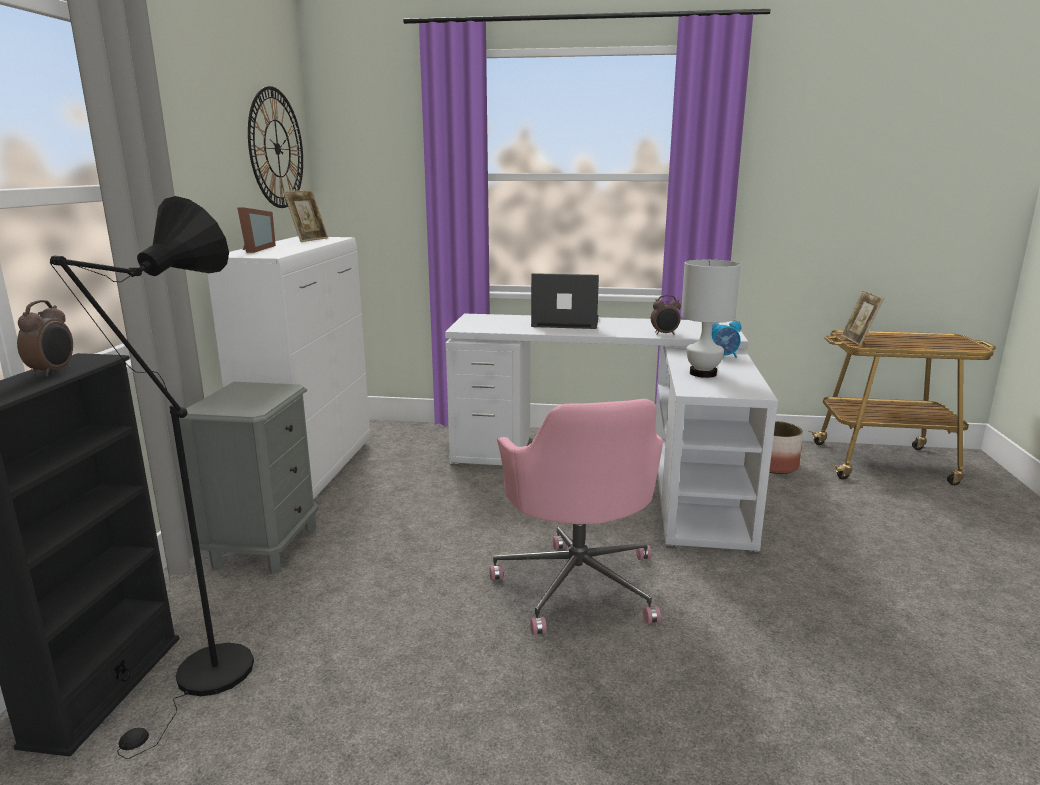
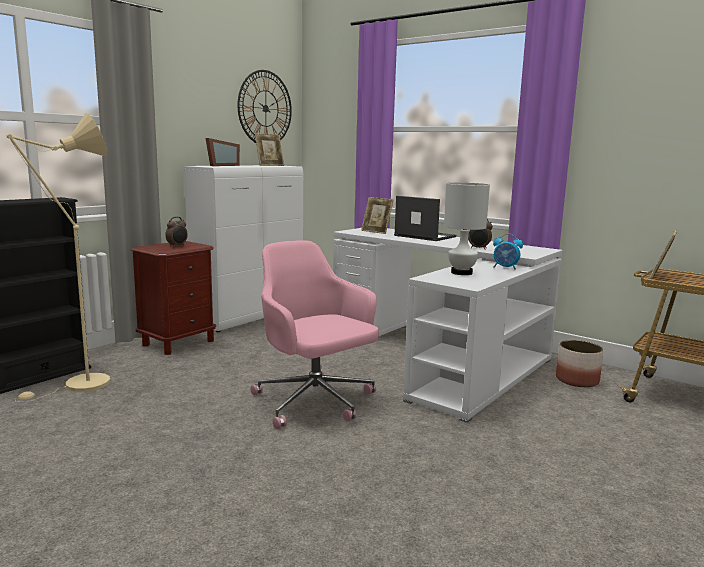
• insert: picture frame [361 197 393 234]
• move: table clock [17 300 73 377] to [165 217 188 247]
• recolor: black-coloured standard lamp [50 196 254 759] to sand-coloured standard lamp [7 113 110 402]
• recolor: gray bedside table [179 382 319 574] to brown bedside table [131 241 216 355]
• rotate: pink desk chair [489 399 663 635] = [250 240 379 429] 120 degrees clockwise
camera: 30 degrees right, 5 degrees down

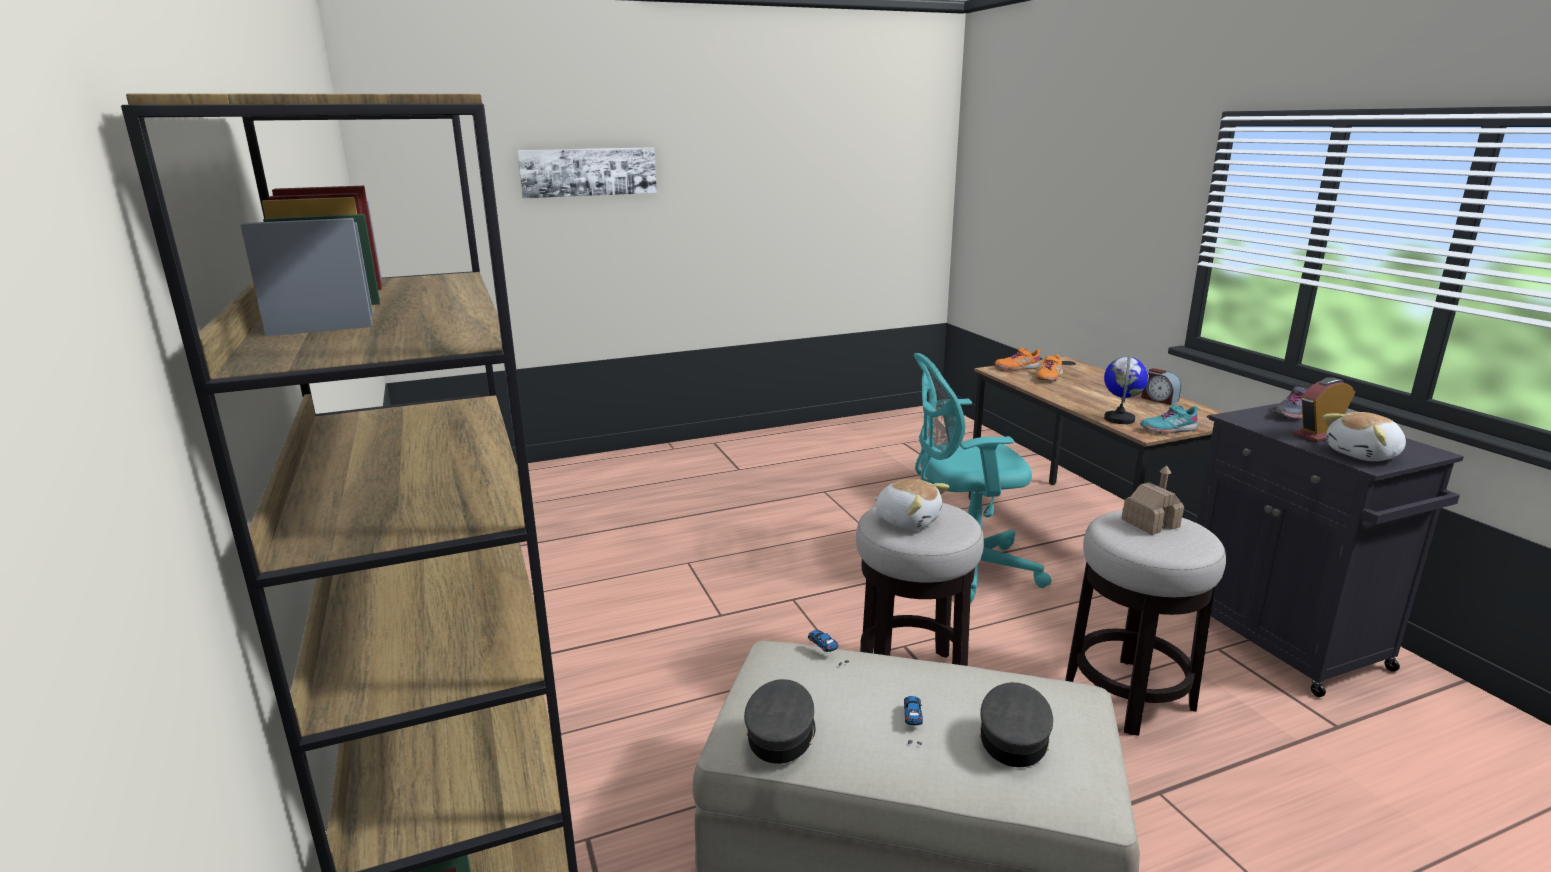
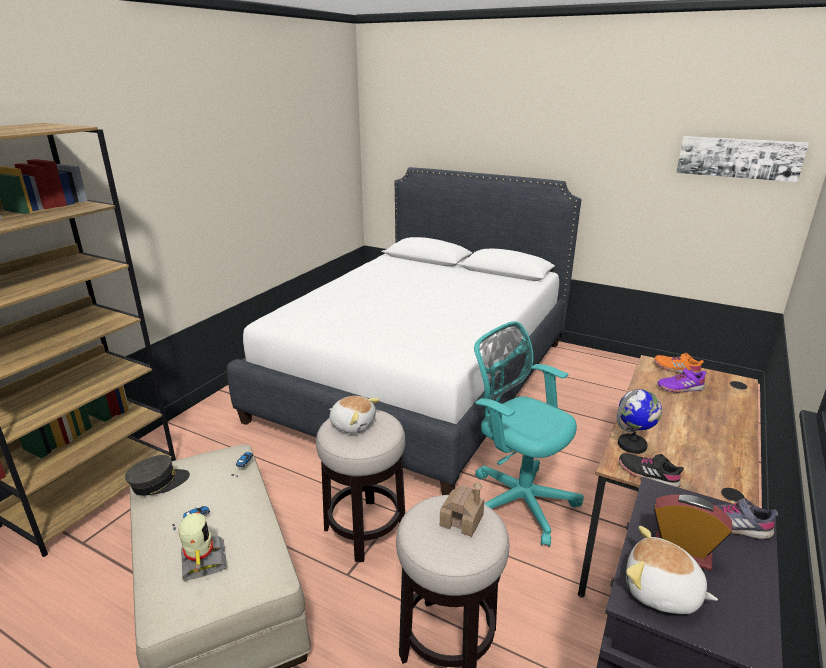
• delete: table clock [1141 368 1181 405]
• insert: whitish sleeping bed [227 167 581 495]
• move: wall art [517 147 657 199] to [676 136 809 182]
• replace: gray baseball cap [979 682 1053 767] to robot figure [178 512 227 581]
• recolor: orangey item of footwear [1036 354 1063 381] to purplish item of footwear [657 368 706 393]
• recolor: turquoise-coloured item of footwear [1140 404 1198 434] to black-coloured item of footwear [619 453 684 487]
• rotate: plush toy [874 479 949 530] = [329 396 380 434] 60 degrees counterclockwise
camera: 50 degrees right, 5 degrees up

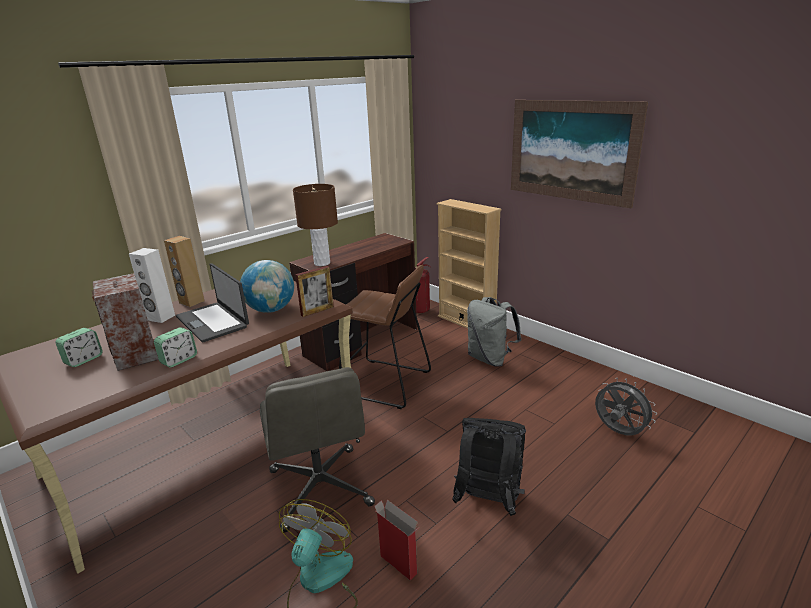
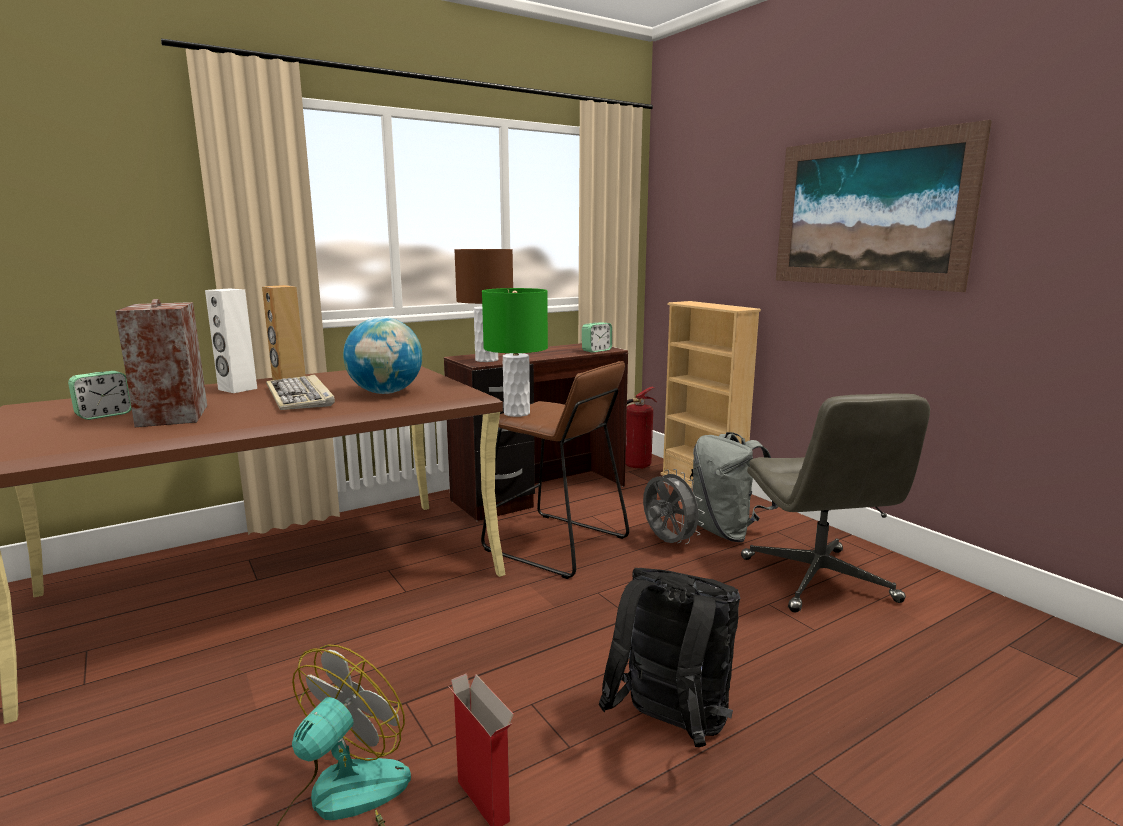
• delete: picture frame [295 266 334 317]
• insert: green-coloured tabletop lamp [482 288 548 417]
• move: table clock [154 327 197 367] to [582 322 612 353]
• move: gray desk chair [260 367 375 533] to [741 394 930 612]
• move: gray fan [595 378 657 435] to [643 469 705 544]
• replace: laptop [176 263 249 342] to computer keyboard [266 375 335 410]
camera: 10 degrees right, 10 degrees down

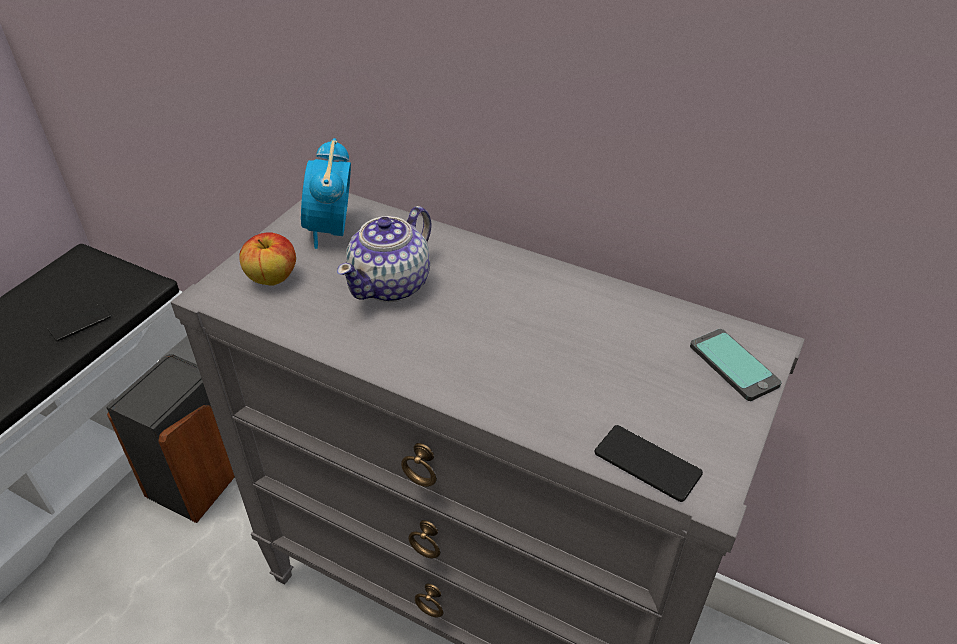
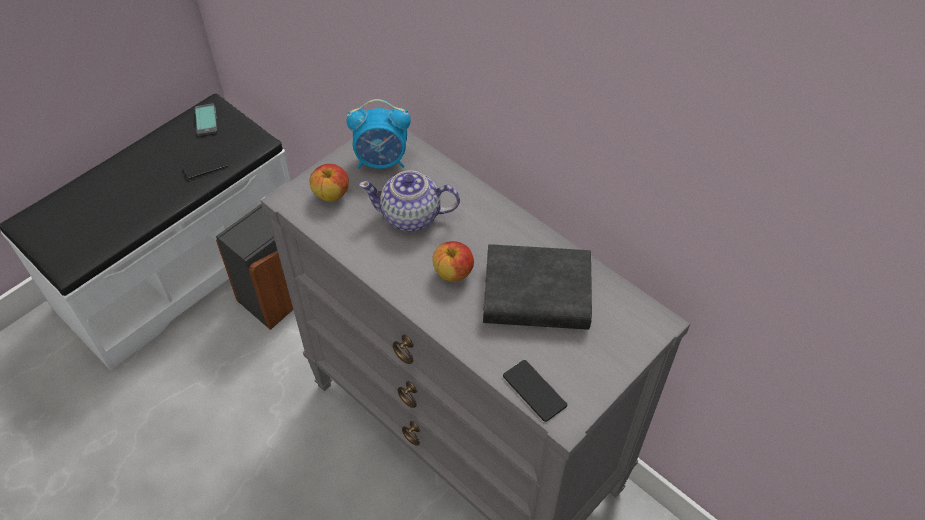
• insert: apple fruit [432 241 474 282]
• insert: black-coloured bound book [483 244 592 330]
• move: phone [690 329 782 401] to [195 104 218 136]
• rotate: table clock [301 138 351 249] = [347 99 411 169] 105 degrees counterclockwise
• rotate: tea pot [337 206 432 302] = [359 170 460 231] 45 degrees clockwise
camera: 15 degrees right, 10 degrees up

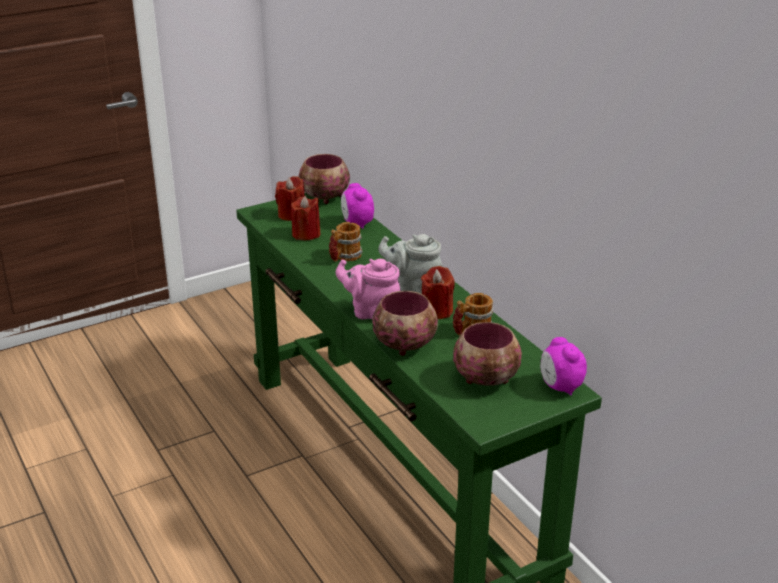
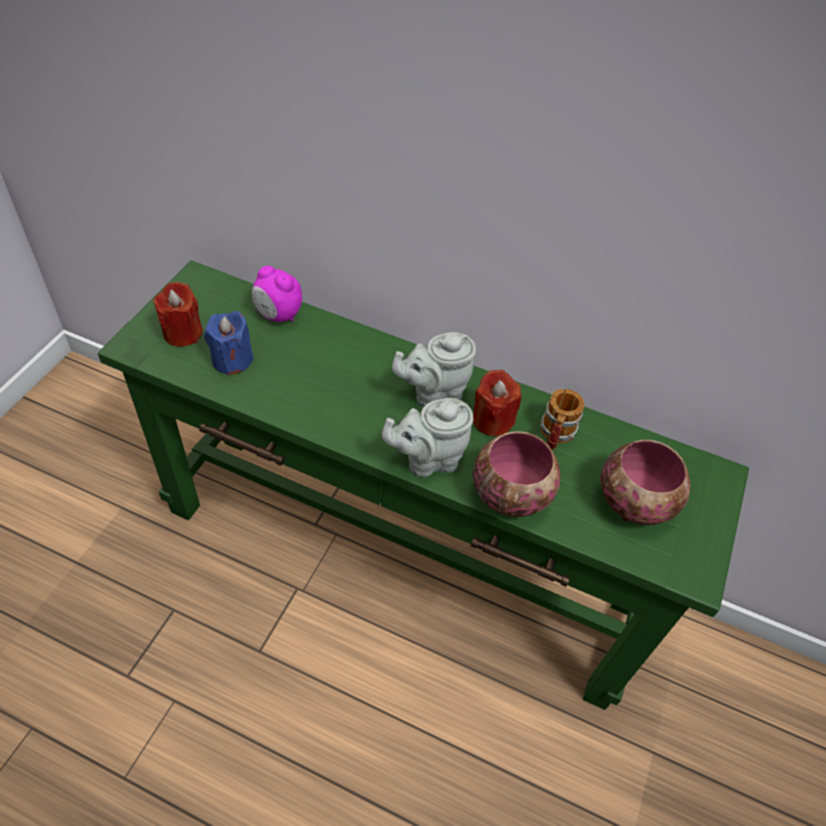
• delete: bowl [298 154 350 204]
• delete: tea mug [329 222 363 262]
• delete: table clock [540 337 587 396]
• recolor: reddish candle [291 196 321 240] to blue candle [204 311 254 376]
• recolor: pink tea pot [335 259 401 319] to gray tea pot [382 398 473 477]
camera: 40 degrees left, 20 degrees up

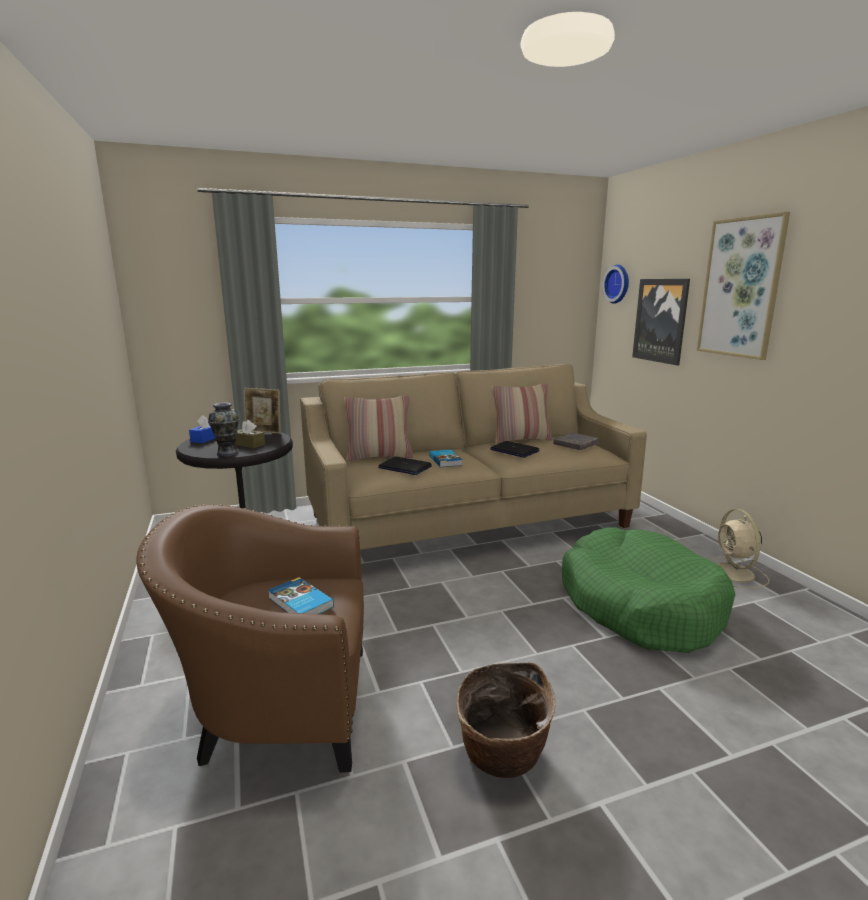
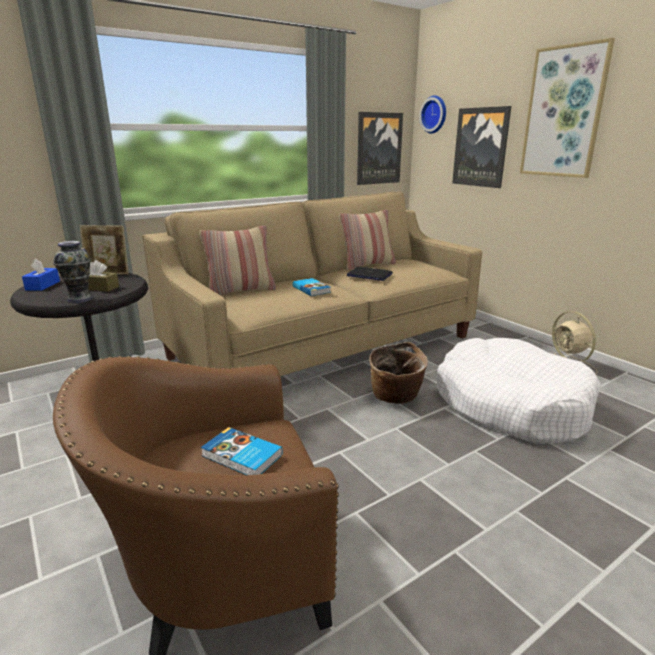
• delete: laptop [378 457 432 475]
• delete: gray bound book [553 433 599 450]
• insert: wall art [357 112 403 185]
• move: storage basket [456 662 556 778] to [369 342 428 404]
• recolor: green-coloured pet bed [562 527 735 653] to whitish pet bed [437 338 601 444]
camera: 15 degrees left, 5 degrees up

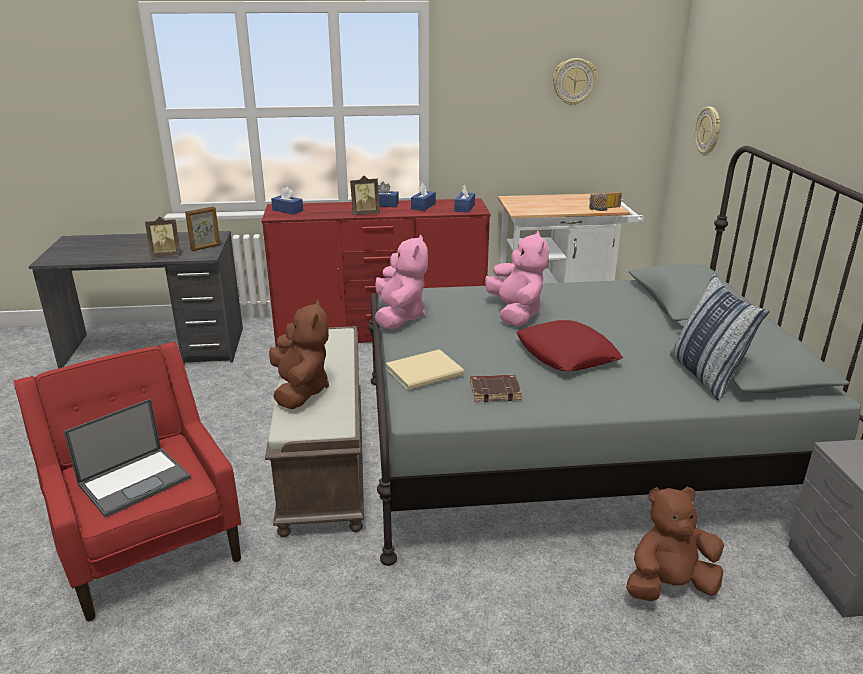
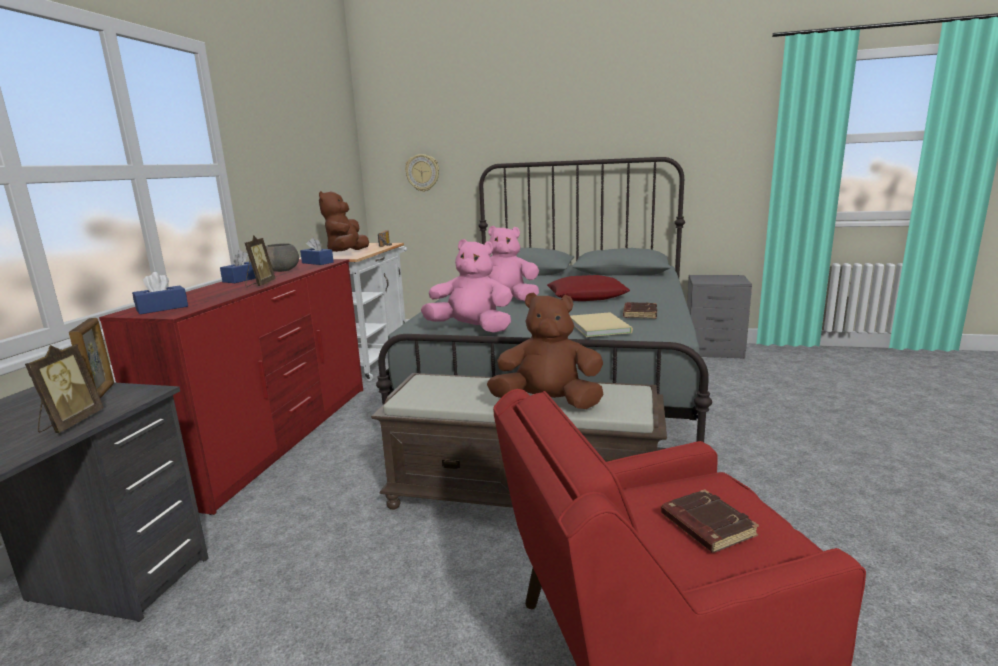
• delete: wall clock [553 58 597 106]
• delete: pillow [670 273 770 400]
• move: brown plush toy [626 487 724 601] to [319 191 369 252]
• replace: laptop [64 398 191 518] to brown bound book [661 489 759 553]
• replace: blue tissue holder [411 183 436 211] to gray bowl [266 243 299 272]
camera: 70 degrees left, 10 degrees down

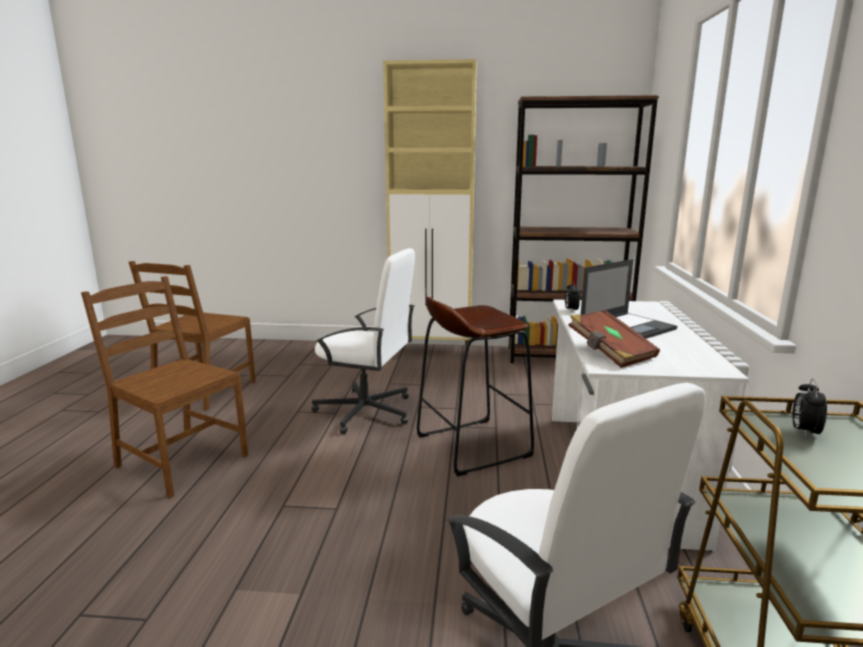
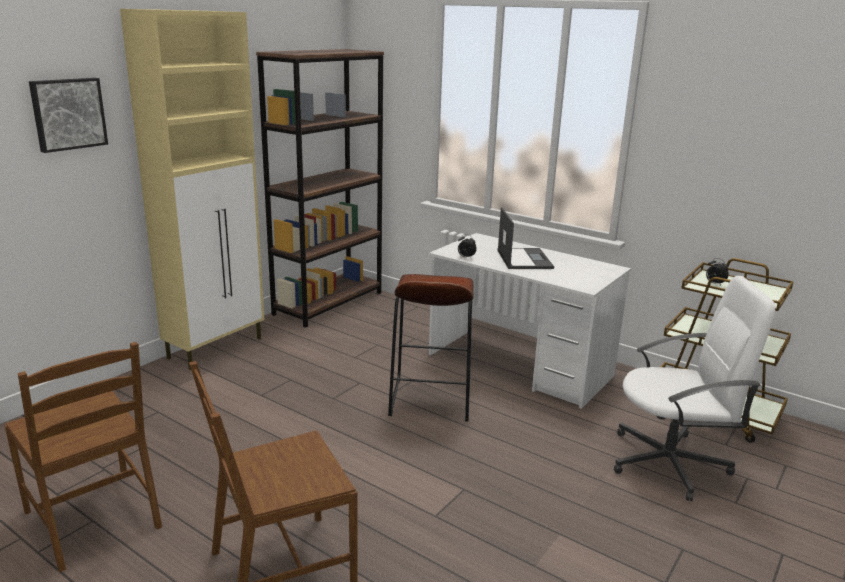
• delete: whitish desk chair [311 248 415 434]
• delete: brown bound book [568 310 660 368]
• insert: wall art [29 78 108 153]
camera: 60 degrees left, 5 degrees up

